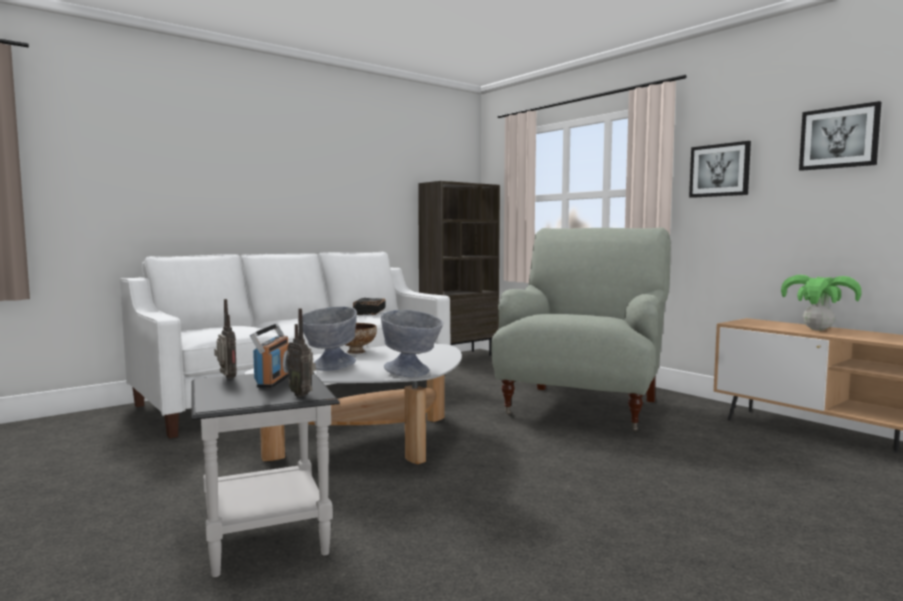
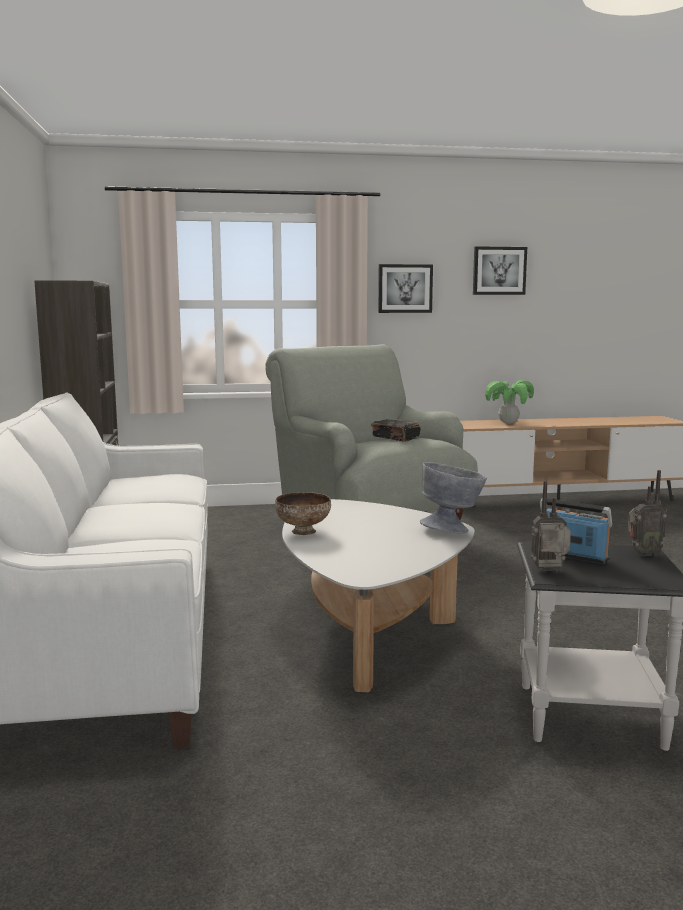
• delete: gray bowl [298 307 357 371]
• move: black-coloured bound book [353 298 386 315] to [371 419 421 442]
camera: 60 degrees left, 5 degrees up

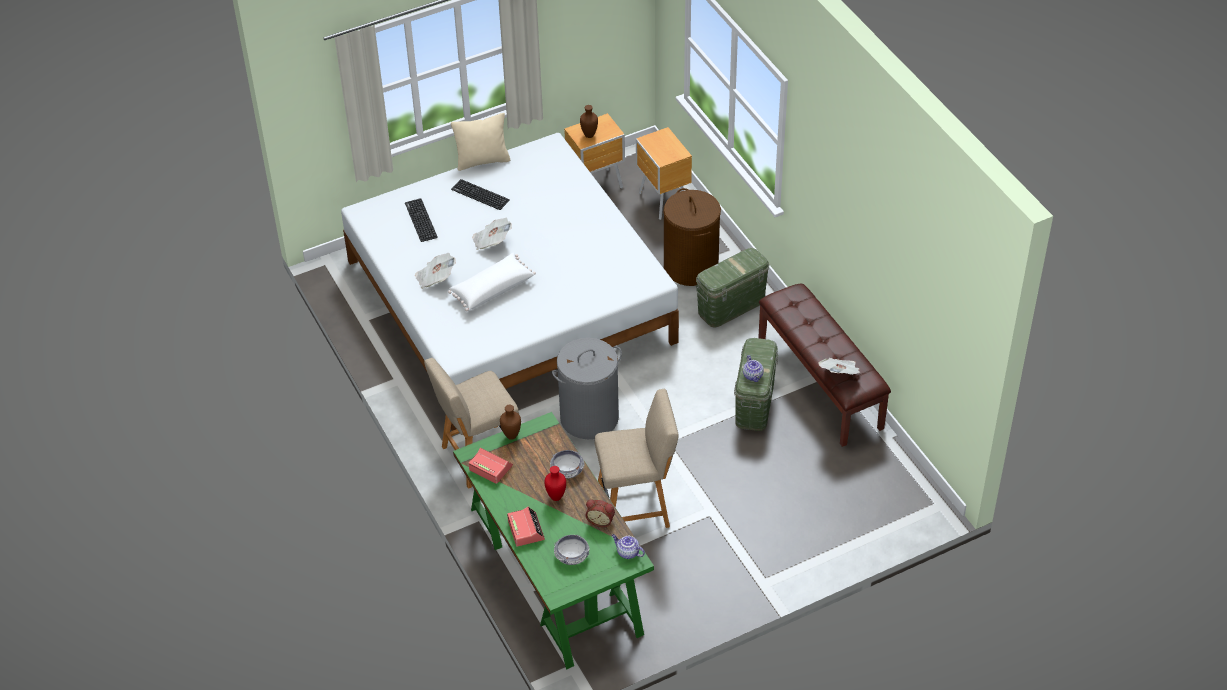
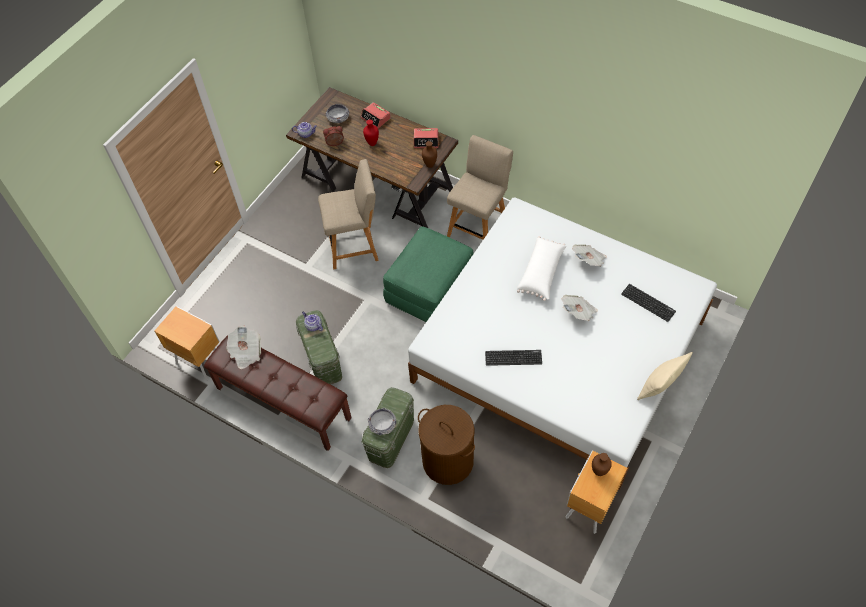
• move: computer keyboard [451 179 510 210] to [485 350 542 366]
• move: bowl [550 450 584 478] to [367 408 397 435]
• move: brown bedside table [636 127 692 220] to [154 306 220 381]
• replace: gray washing basket [552 338 622 439] to green-coloured footrest [383 227 474 322]
• recolor: green-coloured desk unit [453 412 654 669] to brown desk unit [286 87 458 228]
• rotate: sand-coloured chair [594 389 679 528] = [318 159 379 269] 150 degrees counterclockwise
camera: 150 degrees right, 10 degrees up

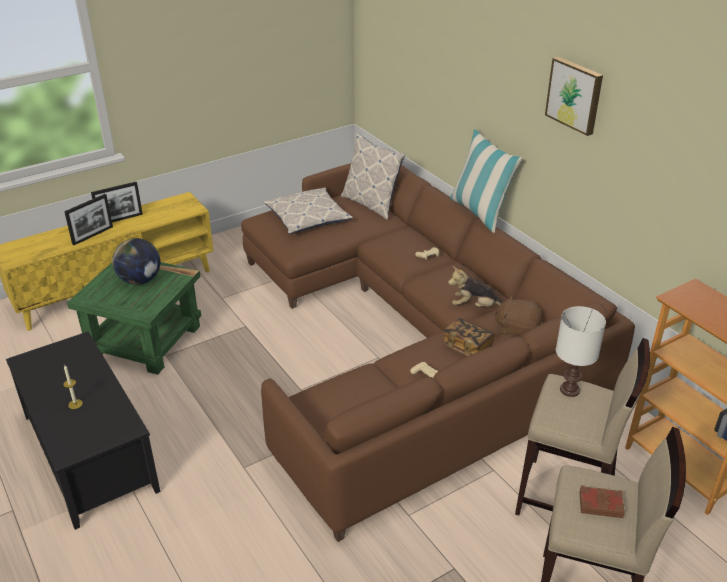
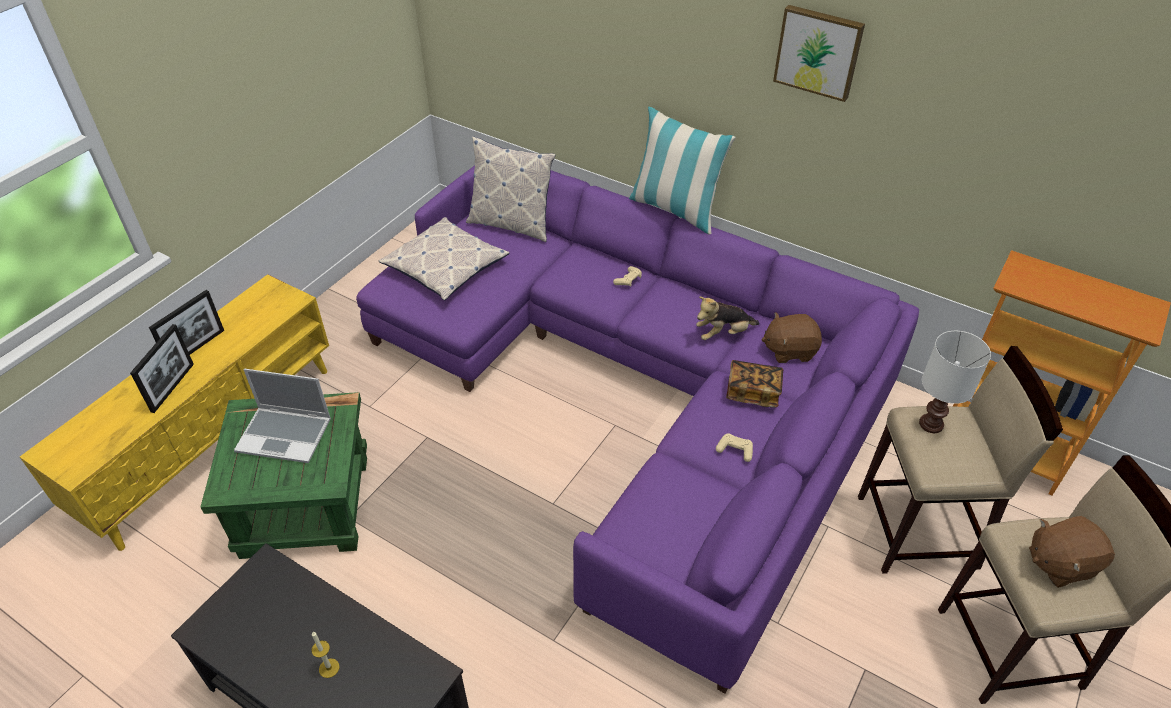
• replace: world globe [112 238 160 285] to laptop [234 369 331 463]
• replace: brown bound book [579 485 625 518] to brown plush toy [1029 516 1115 588]
• recolor: brown sofa [241 163 635 542] to purplish sofa [356 166 919 694]
camera: 25 degrees left, 10 degrees up

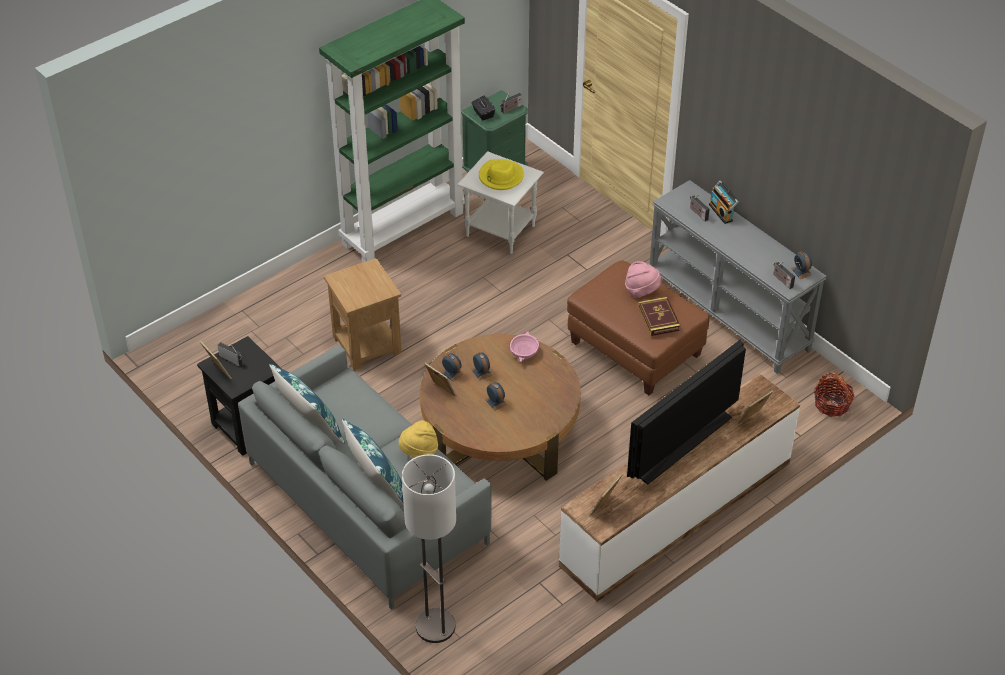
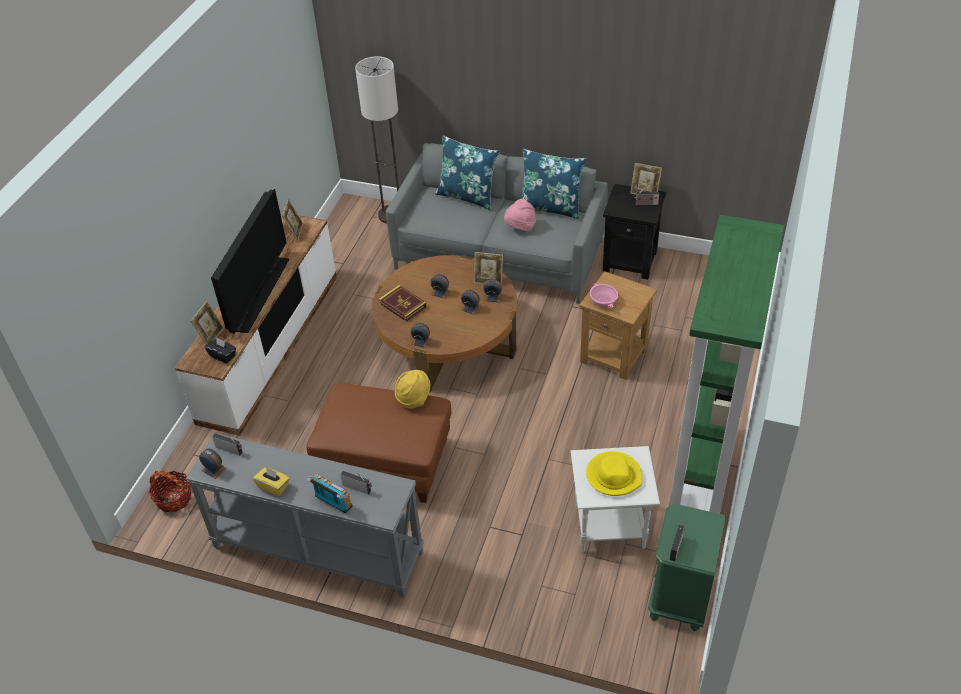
• insert: yellowish tissue holder [253 467 290 496]
• insert: table clock [411 323 431 348]
• move: yellowish wearable hat [399 420 438 458] to [395 370 431 409]
• move: black-coloured tissue holder [472 95 495 120] to [205 337 236 364]
• move: pink bowl [510 331 539 362] to [589 283 618 308]
• move: pink wearable hat [625 261 662 298] to [504 199 536 231]
• move: bound book [638 297 680 336] to [379 285 427 322]
camera: 150 degrees right, 0 degrees up

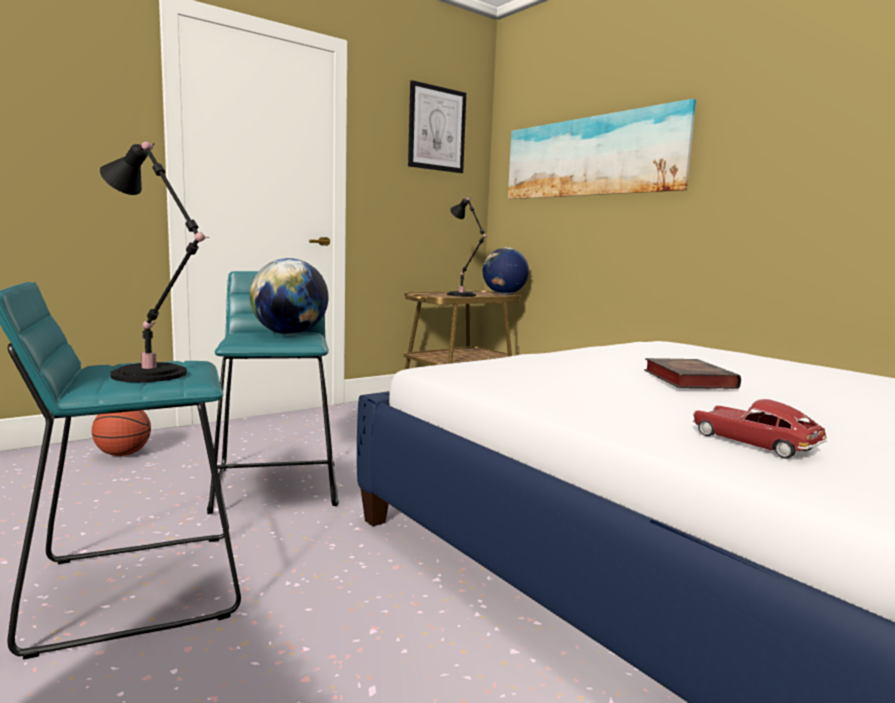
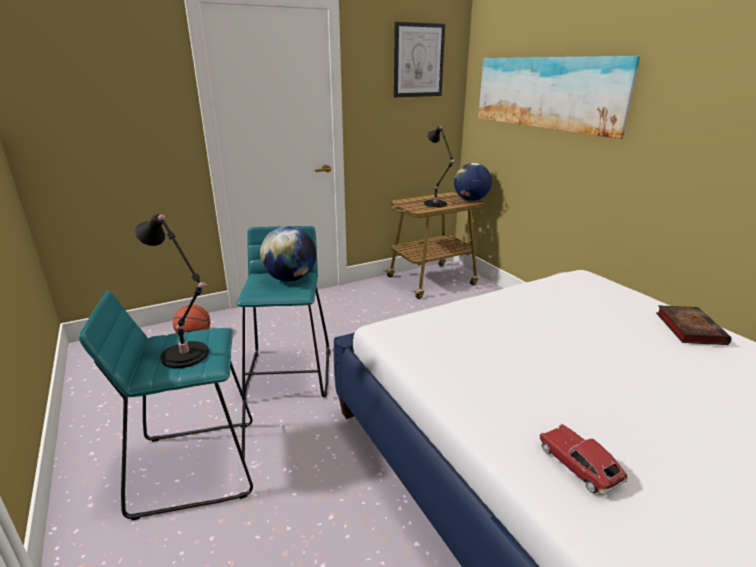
• move: bound book [644 358 741 389] to [656 305 731 345]
camera: 10 degrees right, 15 degrees up

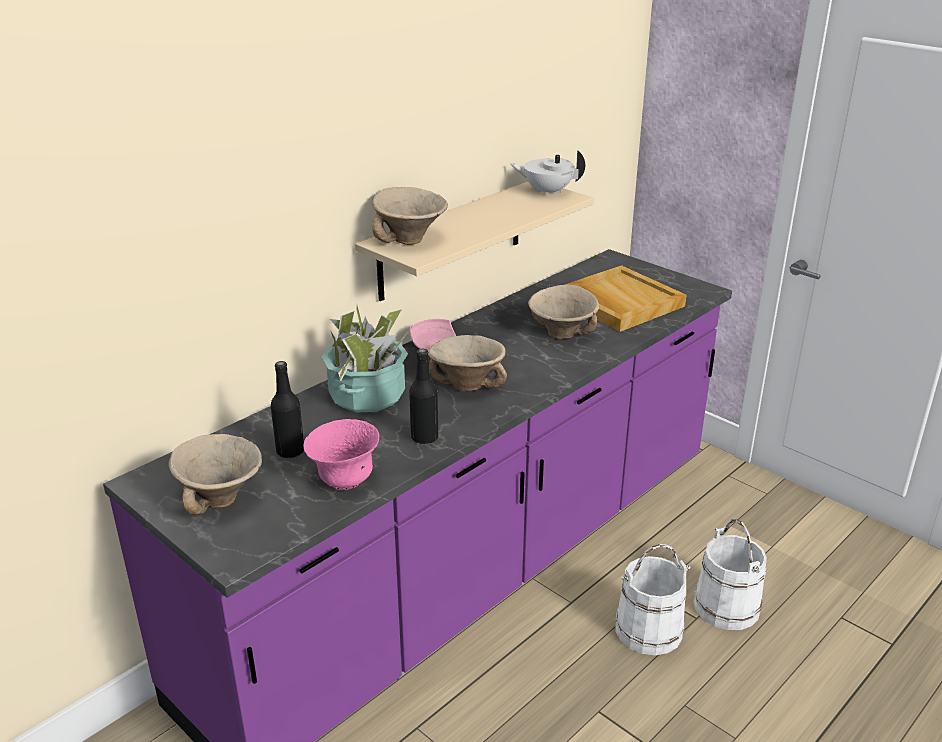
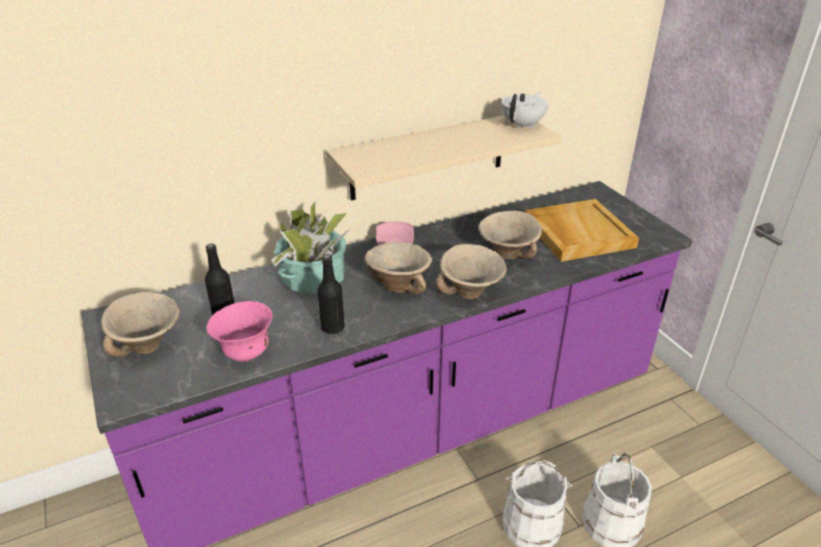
• move: sand-coloured bowl [372 187 448 245] to [436 244 507 299]
• rotate: whitish tea pot [510 150 585 196] = [502 92 548 129] 90 degrees clockwise
camera: 20 degrees right, 5 degrees up

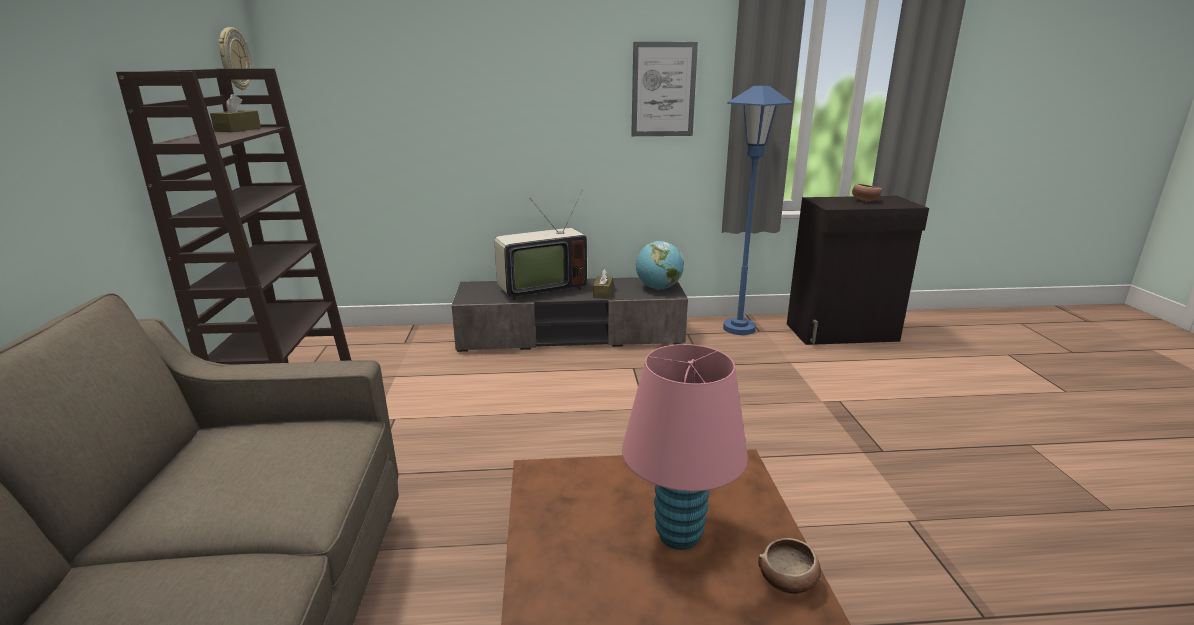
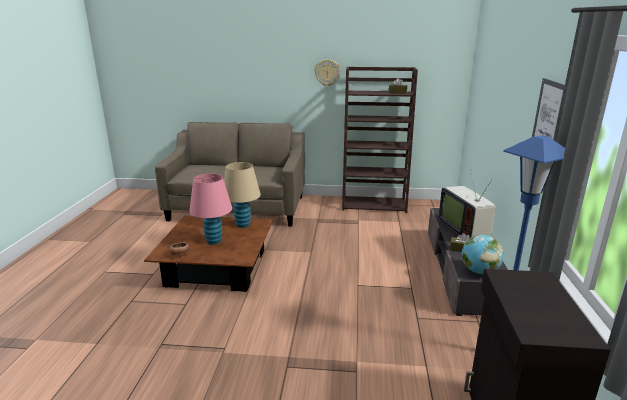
• delete: bowl [852 184 882 201]
• insert: sand-coloured tabletop lamp [224 162 261 228]
• move: wall clock [218 27 252 90] to [314 59 341 86]
camera: 100 degrees right, 0 degrees up

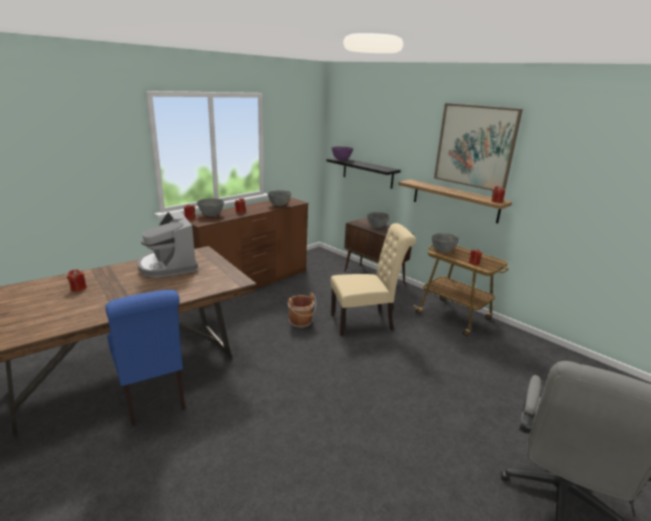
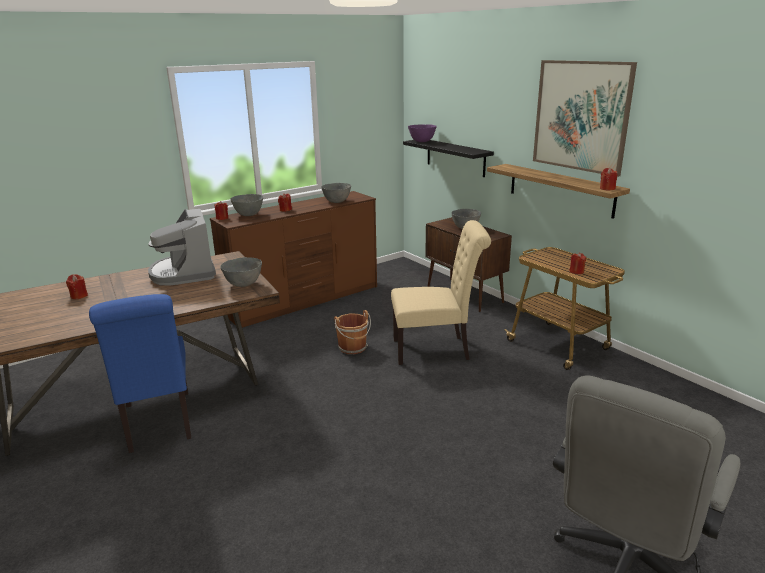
• move: gray bowl [432 233 459 252] to [220 257 262 287]
camera: 10 degrees right, 0 degrees up

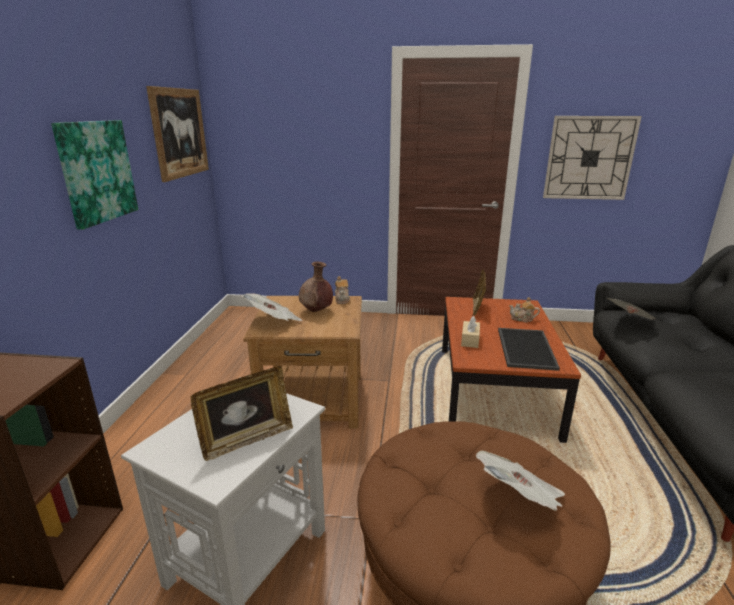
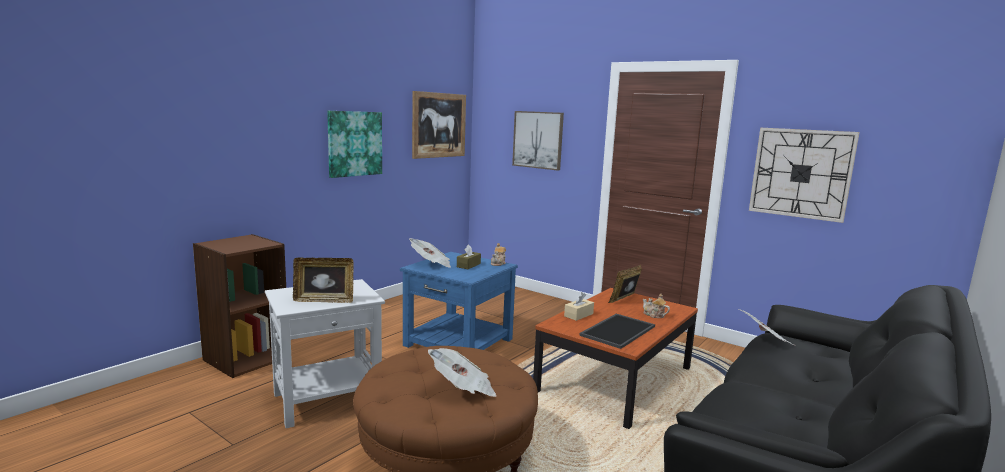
• insert: wall art [512 111 564 170]
• replace: brown flower vase [299 261 333 312] to brown tissue holder [457 244 481 269]
• recolor: brown accent table [243 296 362 429] to blue accent table [400 252 518 350]
camera: 30 degrees right, 10 degrees down

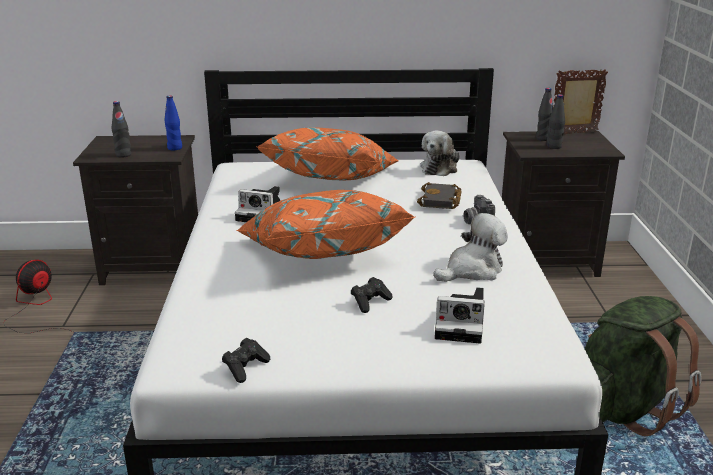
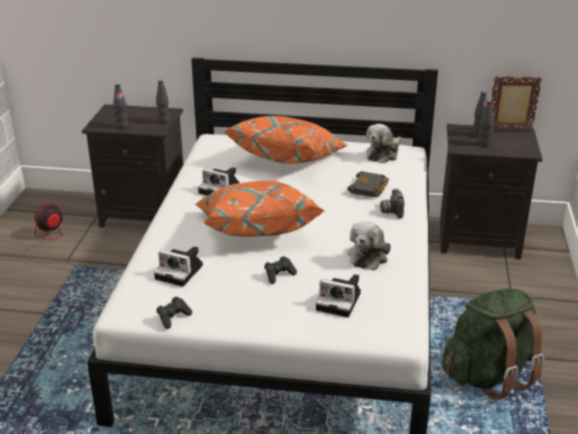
• insert: still camera [154 246 203 287]
• recolor: blue bottle [164 95 182 150] to black-coloured bottle [156 80 170 124]
• rotate: plush toy [433 213 508 282] = [347 221 391 270] 135 degrees clockwise
camera: 10 degrees right, 5 degrees up

